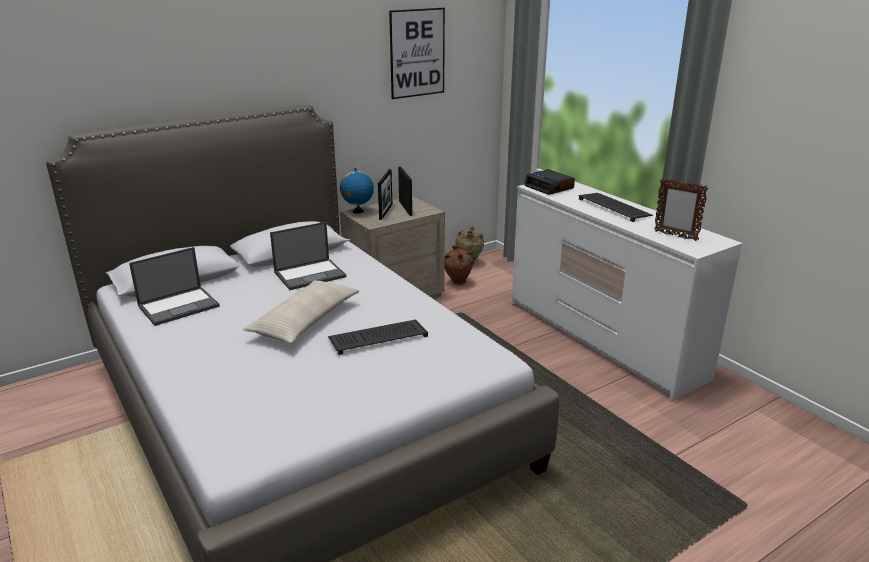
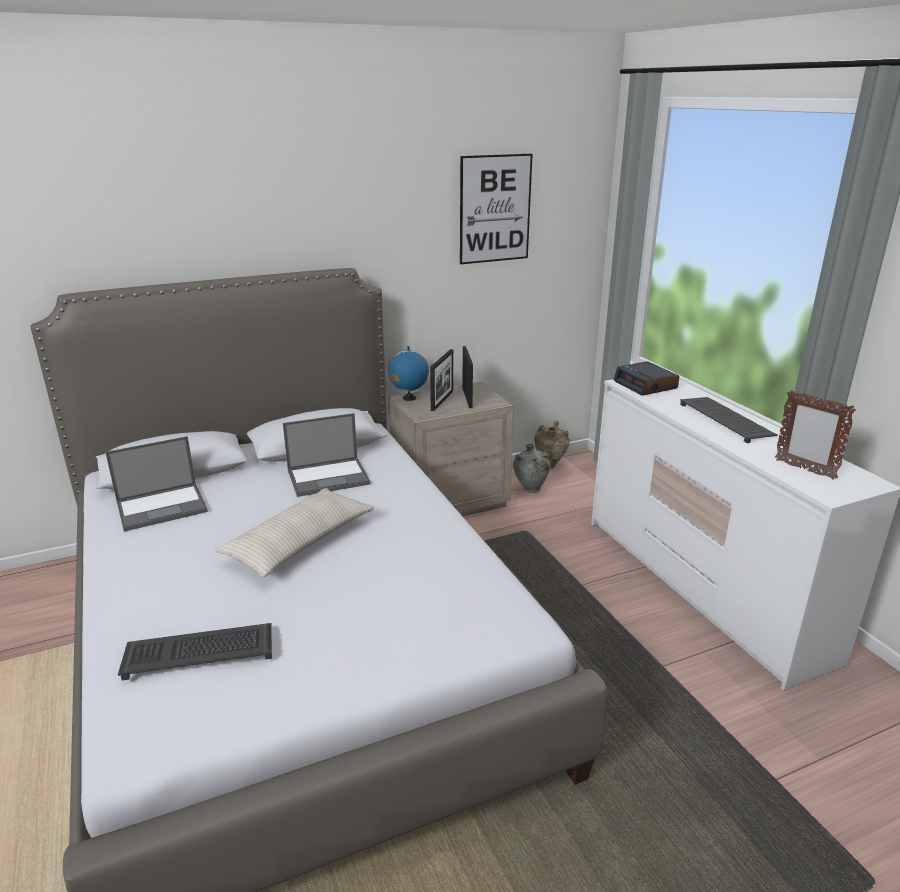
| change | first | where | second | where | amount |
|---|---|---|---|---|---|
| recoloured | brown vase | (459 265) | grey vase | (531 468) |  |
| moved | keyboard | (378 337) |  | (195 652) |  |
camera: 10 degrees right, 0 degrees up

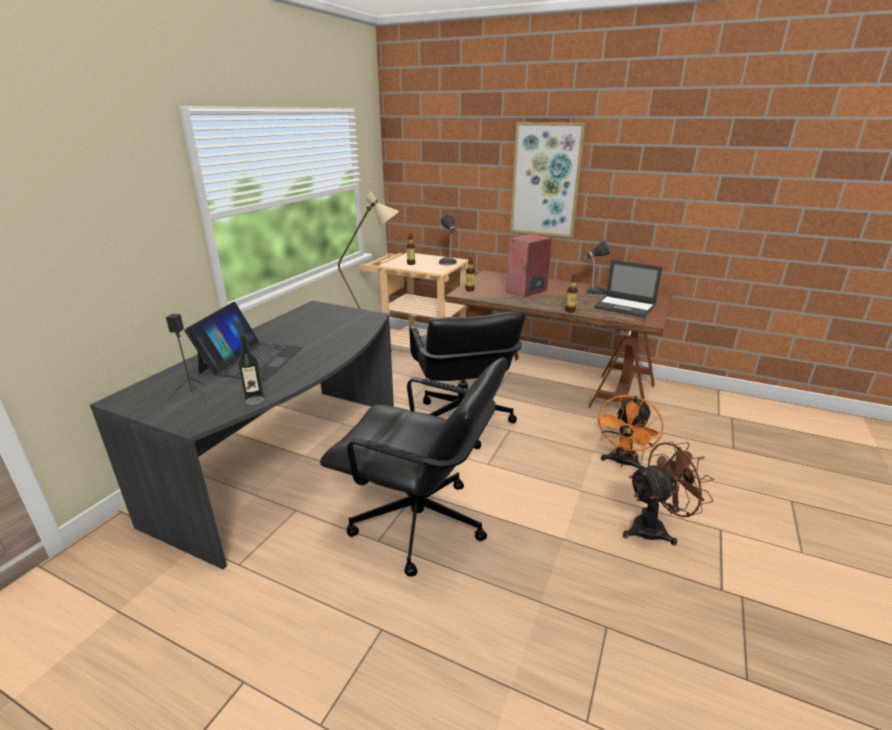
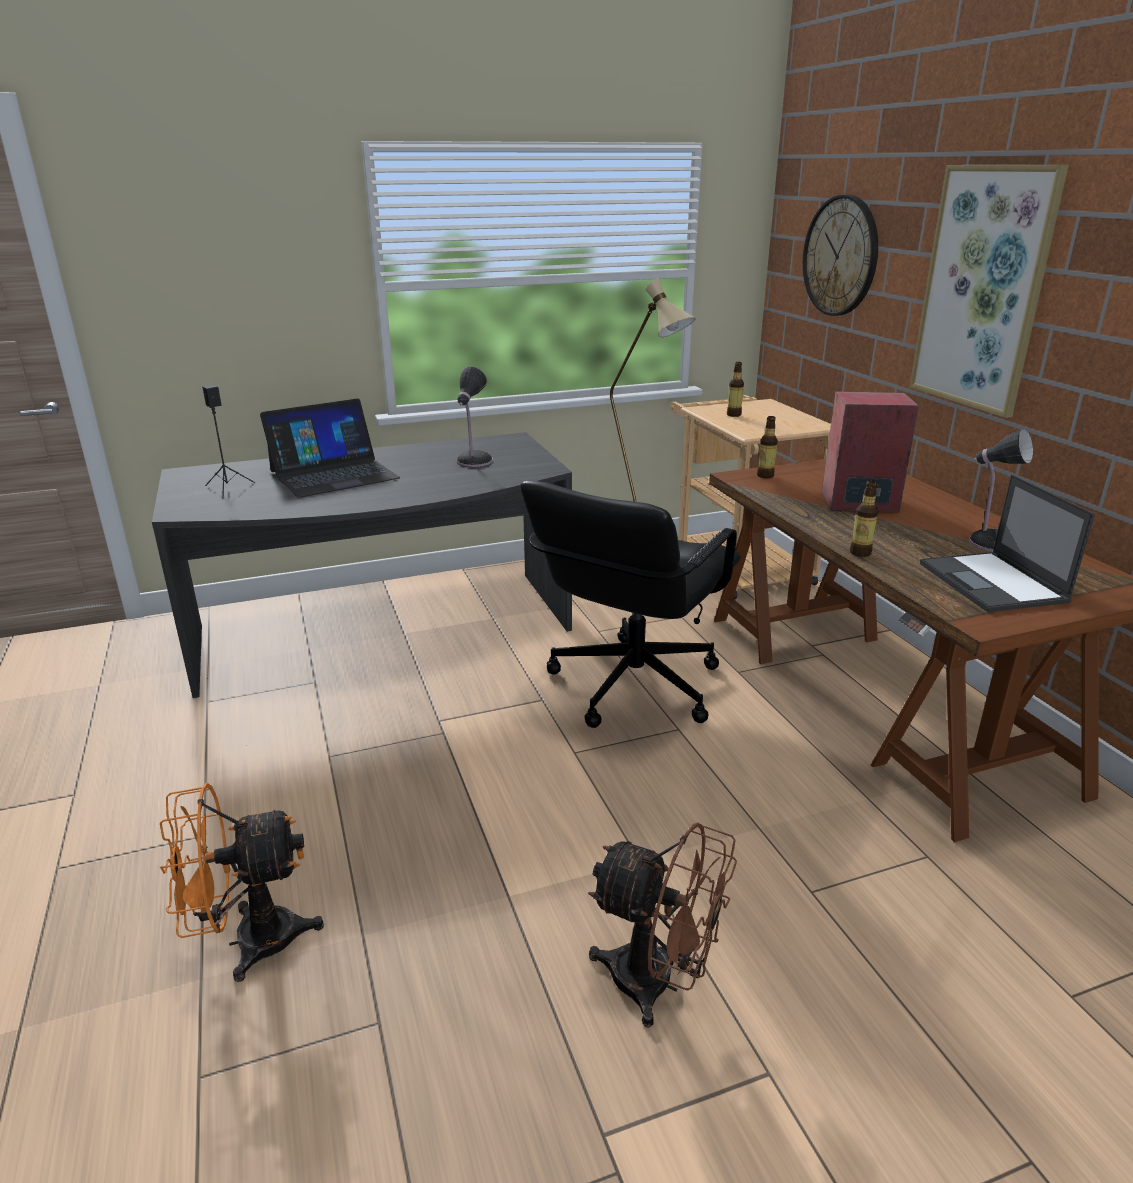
| change | first | where | second | where | amount |
|---|---|---|---|---|---|
| moved | table lamp | (448 239) |  | (475 416) |  |
| removed | bottle | (251 370) |  |  |  |
| removed | black office chair | (413 467) |  |  |  |
| moved | orange fan | (629 431) |  | (242 882) |  |
| added |  |  | wall clock | (840 255) |  |
camera: 45 degrees right, 0 degrees up

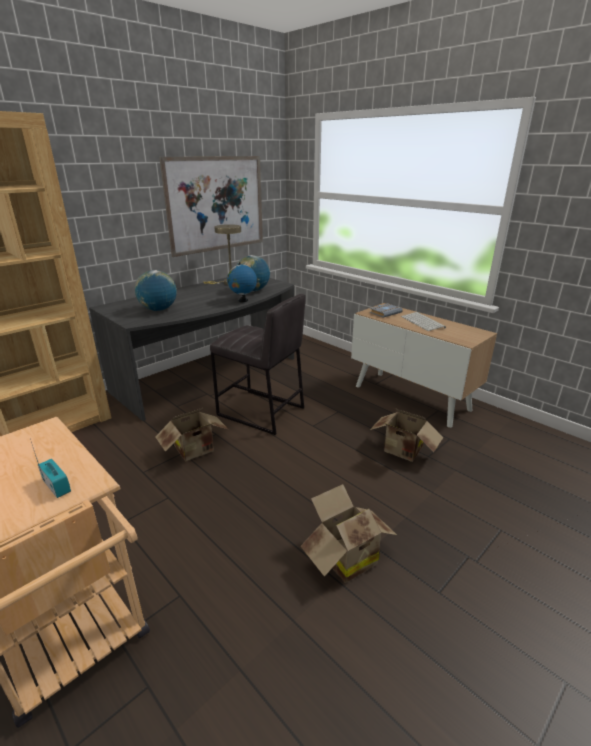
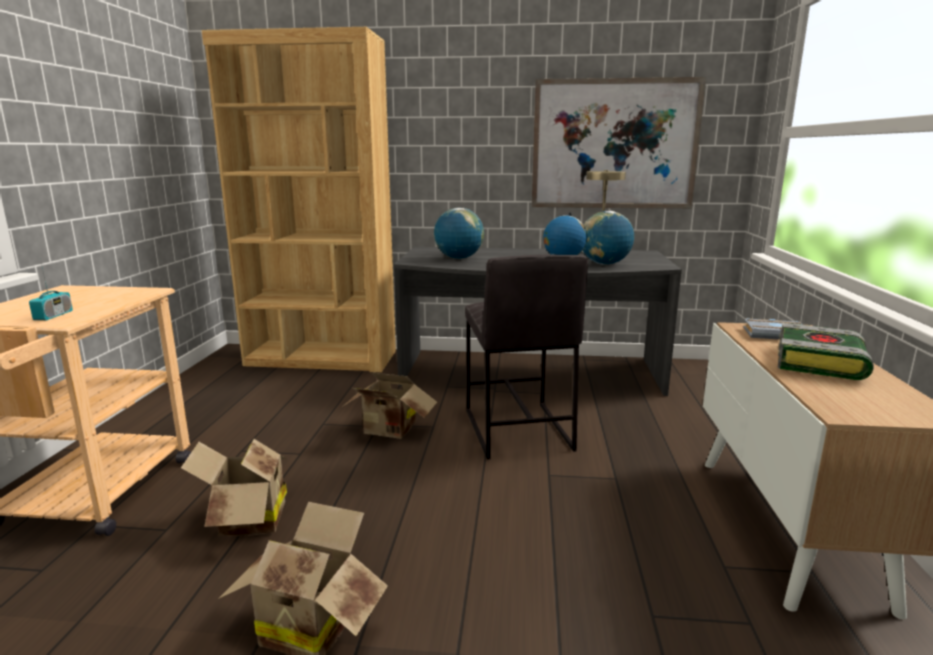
| change | first | where | second | where | amount |
|---|---|---|---|---|---|
| replaced | keyboard | (423 321) | book | (826 351) |  |
| moved | cardboard box | (407 435) |  | (234 487) |  |
camera: 50 degrees right, 10 degrees down

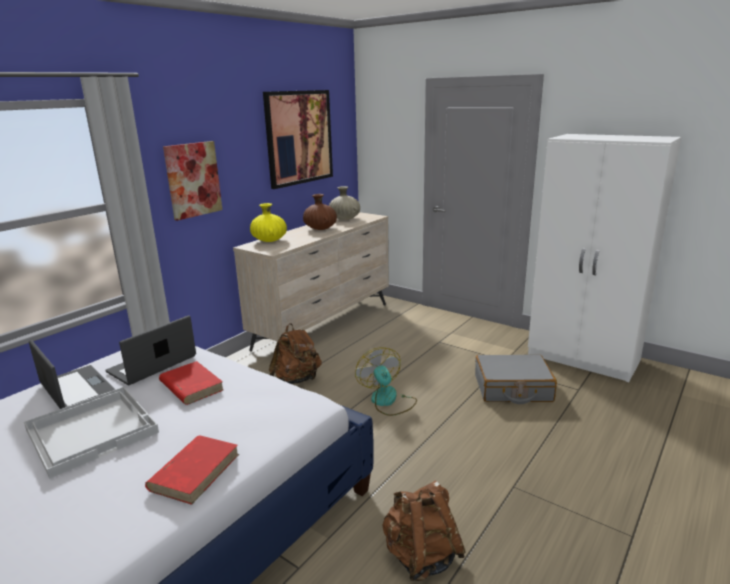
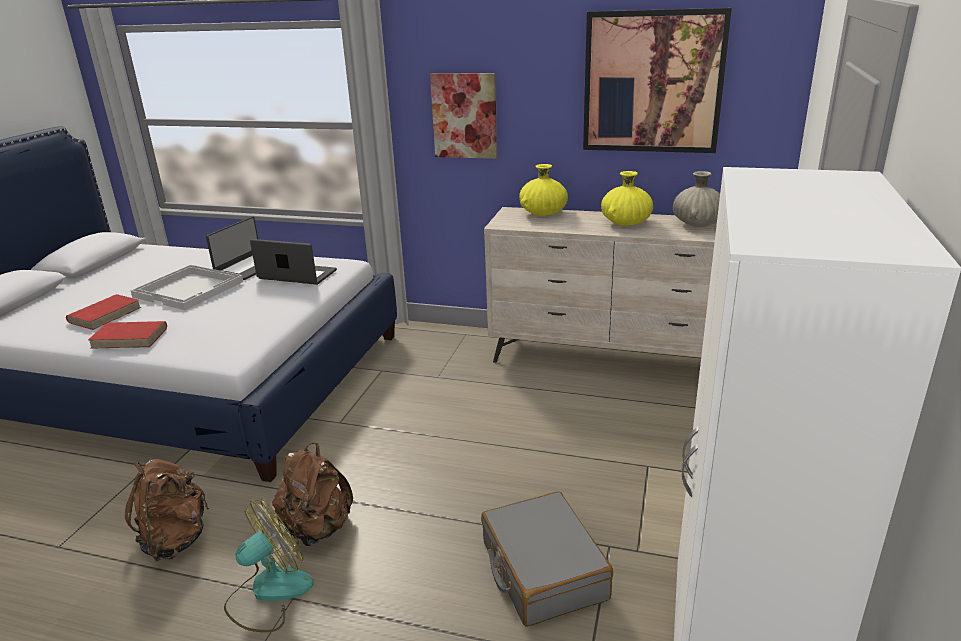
| change | first | where | second | where | amount |
|---|---|---|---|---|---|
| recoloured | brown vase | (320 212) | yellow vase | (627 198) |  |
| moved | brown backpack | (295 353) |  | (312 494) |  |
| moved | fan | (386 381) |  | (269 565) |  |
| moved | red book | (191 383) |  | (103 312) |  |
camera: 70 degrees right, 5 degrees up

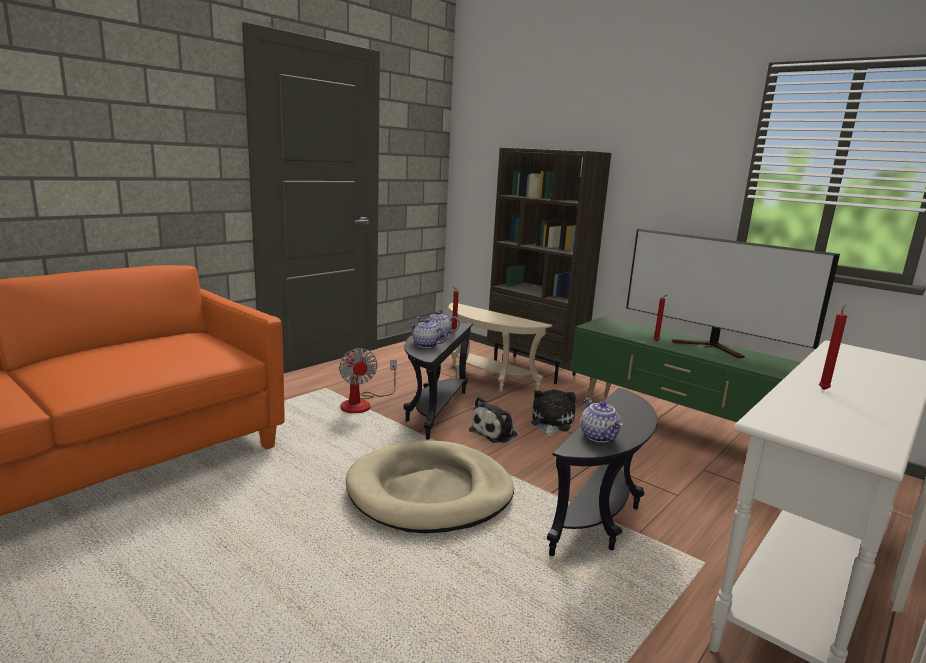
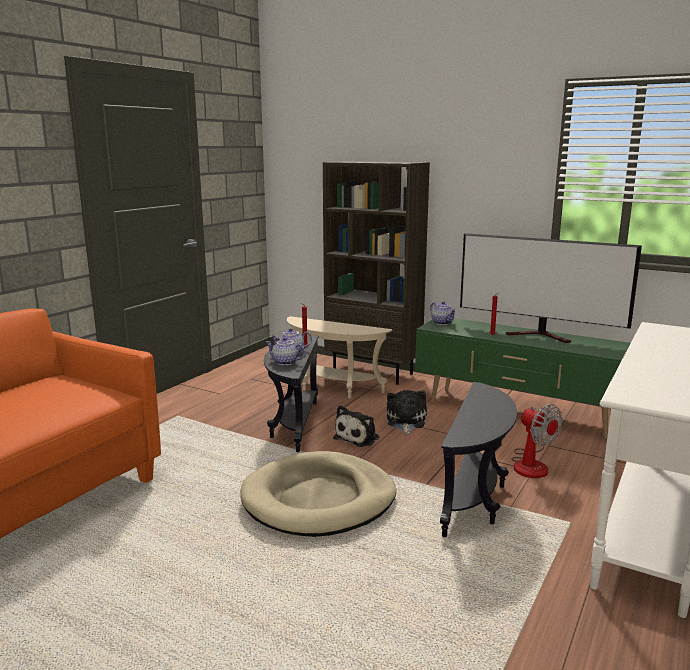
| change | first | where | second | where | amount |
|---|---|---|---|---|---|
| removed | red candle | (833 347) |  |  |  |
| moved | fan | (368 380) |  | (537 441) |  |
| moved | teapot | (602 420) |  | (443 313) |  |
camera: 10 degrees left, 0 degrees up

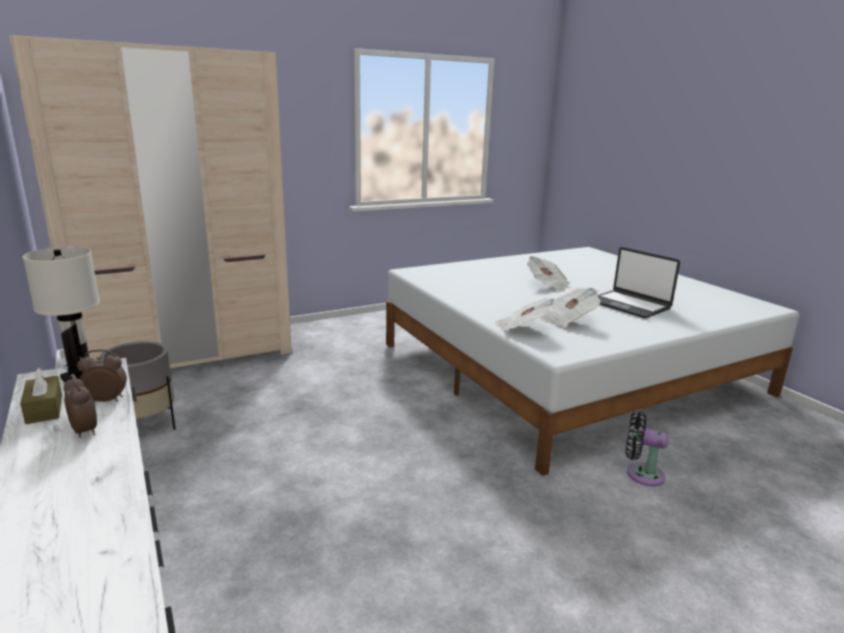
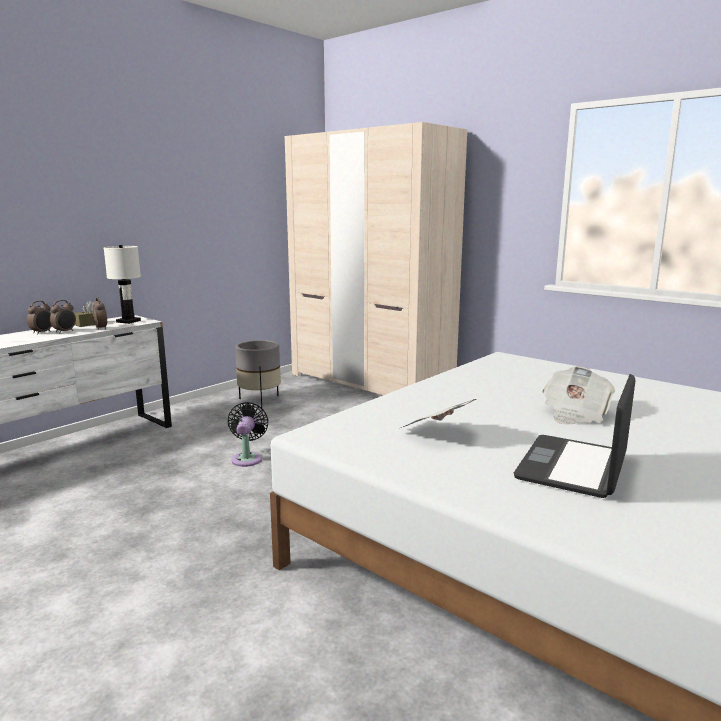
| change | first | where | second | where | amount |
|---|---|---|---|---|---|
| removed | newspaper | (526 314) |  |  |  |
| moved | black fan | (647 448) |  | (248 434) |  |
| added |  |  | alarm clock | (39 318) |  |
camera: 70 degrees right, 5 degrees down

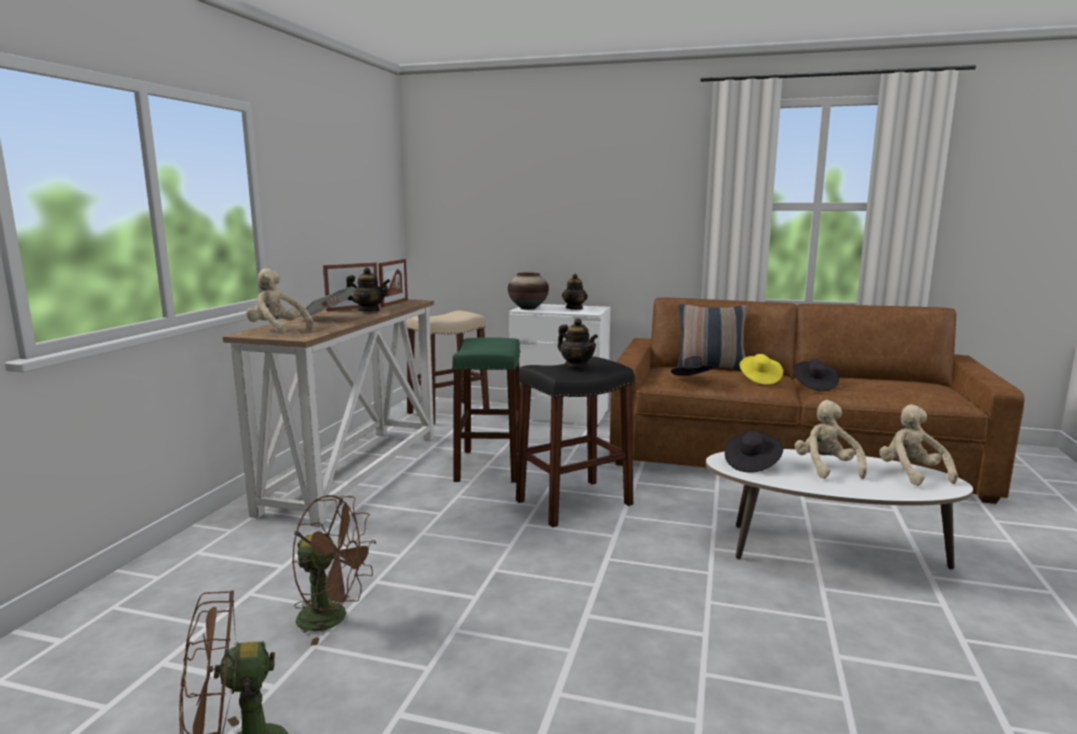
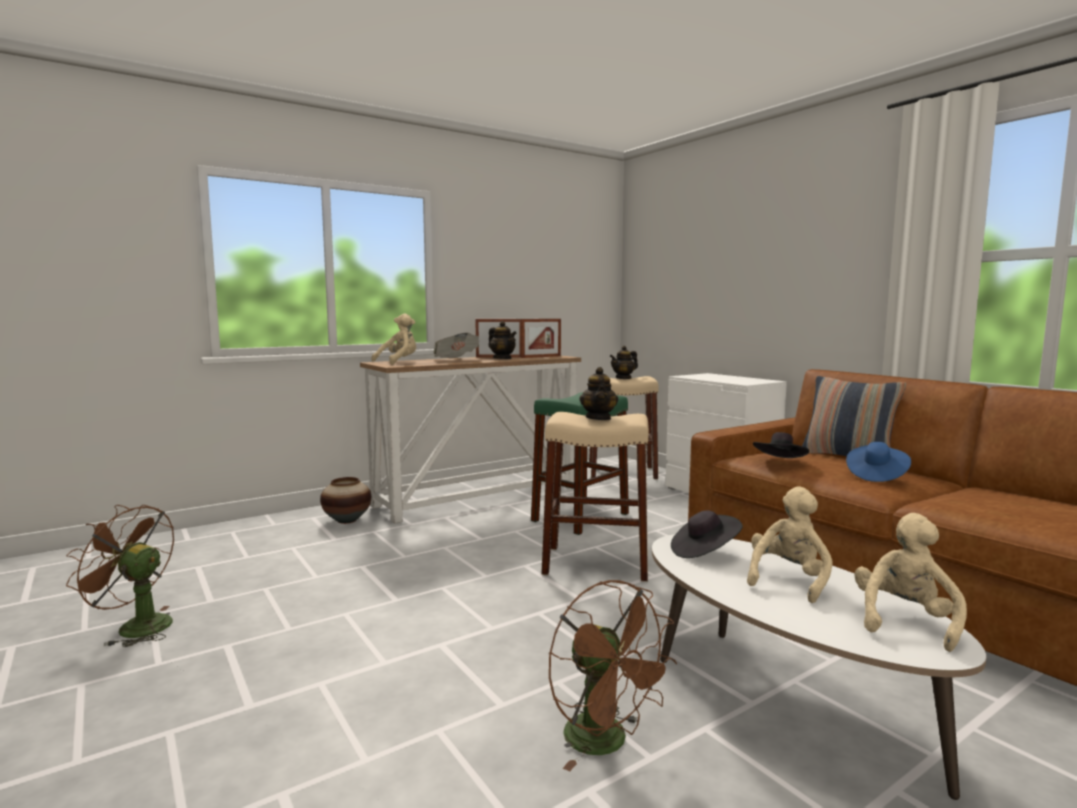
| change | first | where | second | where | amount |
|---|---|---|---|---|---|
| turned | beige plush toy | (280 301) |  | (393 339) | 60 degrees clockwise |
| moved | vase | (528 291) |  | (345 500) |  |
| moved | teapot | (575 292) |  | (624 362) |  |
| recoloured | yellow hat | (761 369) | blue hat | (878 462) |  |
| recoloured | black stool | (575 441) | beige stool | (595 497) |  |
| removed | black hat | (816 375) |  |  |  |
| moved | brown fan | (334 570) |  | (613 675) |  |
camera: 40 degrees right, 5 degrees down

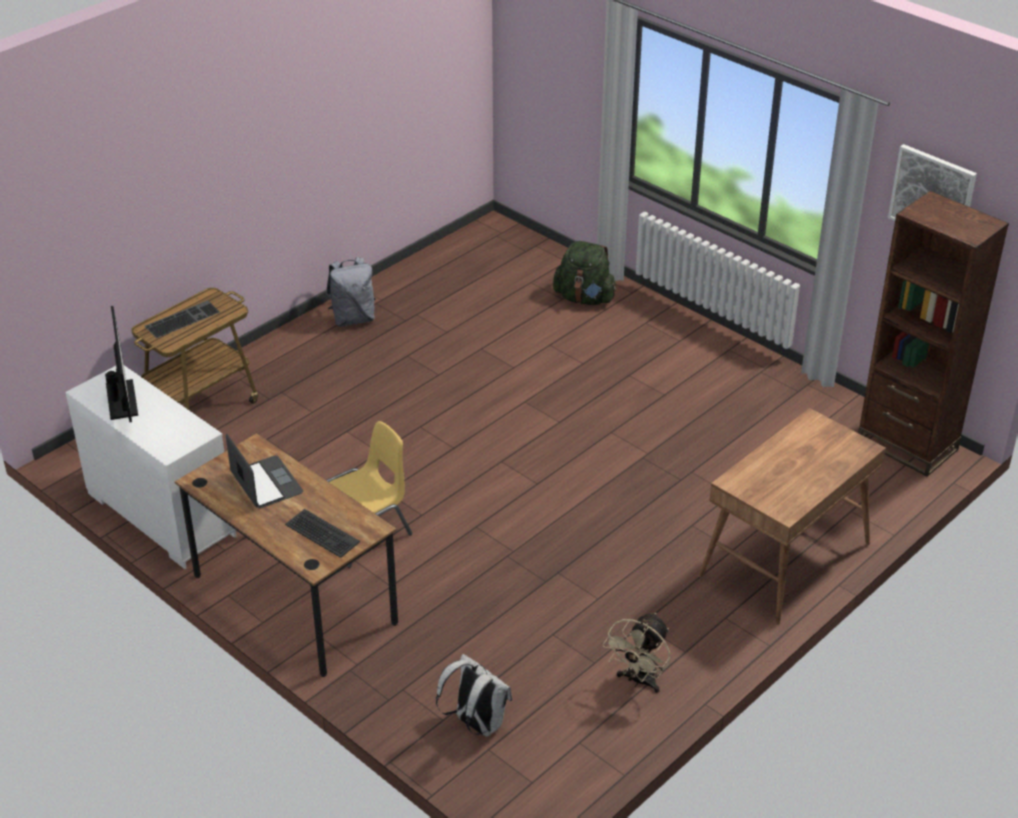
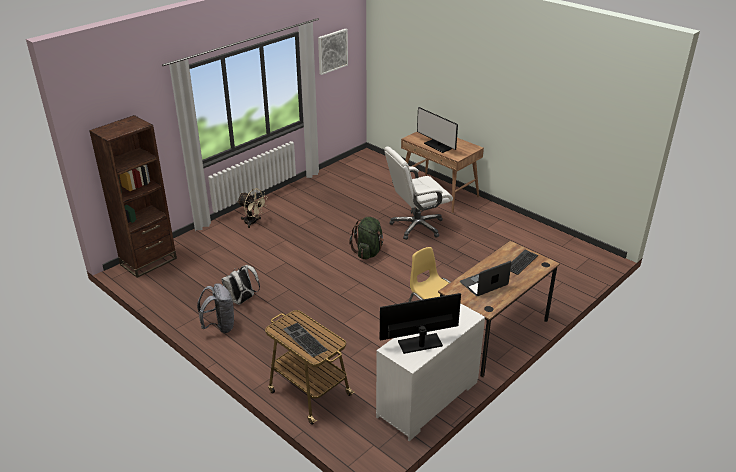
| change | first | where | second | where | amount |
|---|---|---|---|---|---|
| moved | brown bookcase | (933 334) |  | (133 196) |  |
| moved | green backpack | (585 273) |  | (366 238) |  |
| moved | beige fan | (636 653) |  | (252 208) |  |
| moved | white backpack | (474 695) |  | (240 285) |  |
| added |  |  | monitor | (437 130) |  |
| added |  |  | white office chair | (418 193) |  |
camera: 90 degrees left, 5 degrees down

